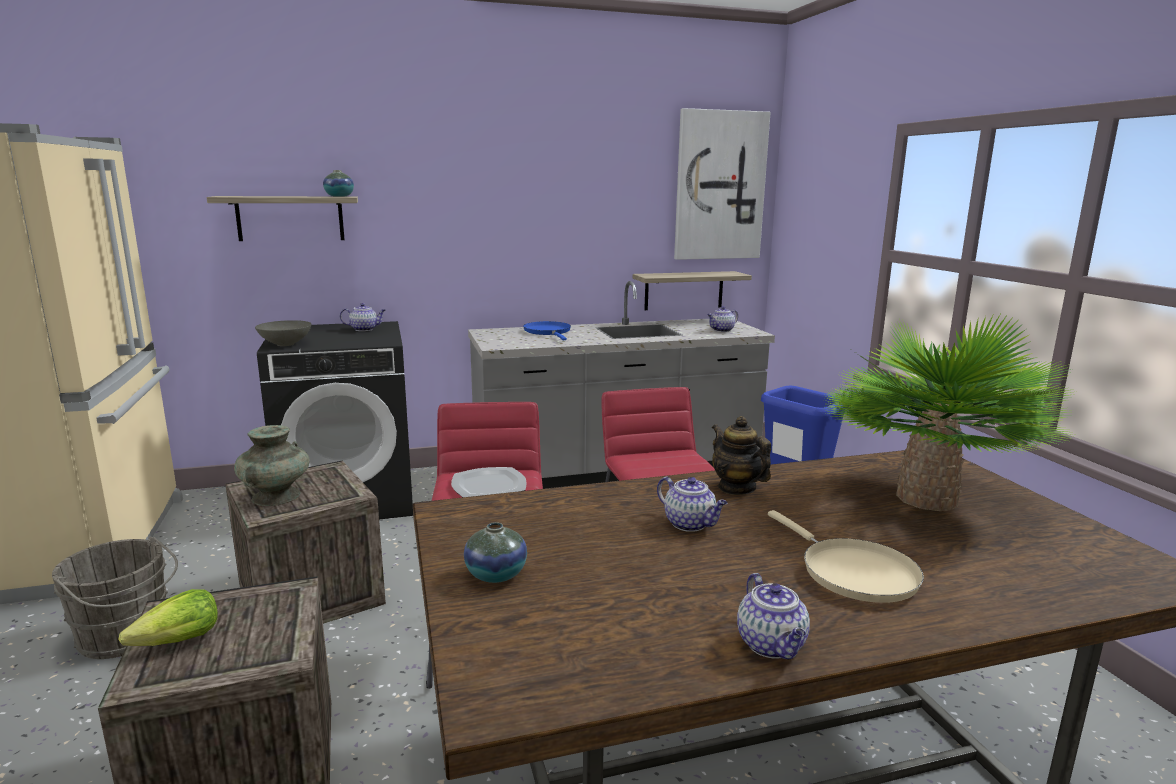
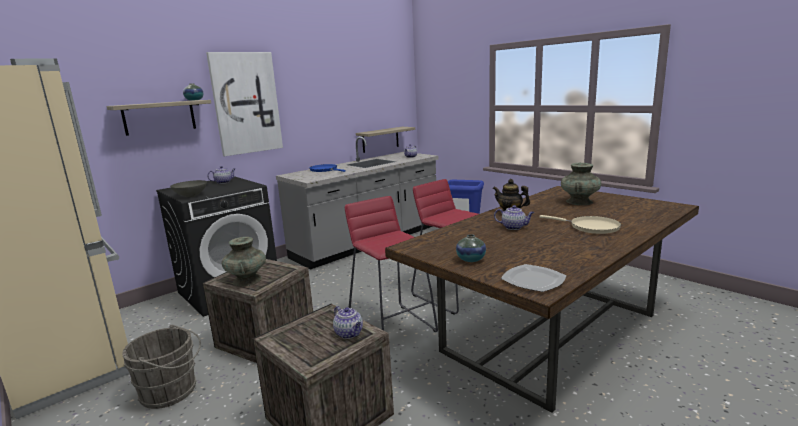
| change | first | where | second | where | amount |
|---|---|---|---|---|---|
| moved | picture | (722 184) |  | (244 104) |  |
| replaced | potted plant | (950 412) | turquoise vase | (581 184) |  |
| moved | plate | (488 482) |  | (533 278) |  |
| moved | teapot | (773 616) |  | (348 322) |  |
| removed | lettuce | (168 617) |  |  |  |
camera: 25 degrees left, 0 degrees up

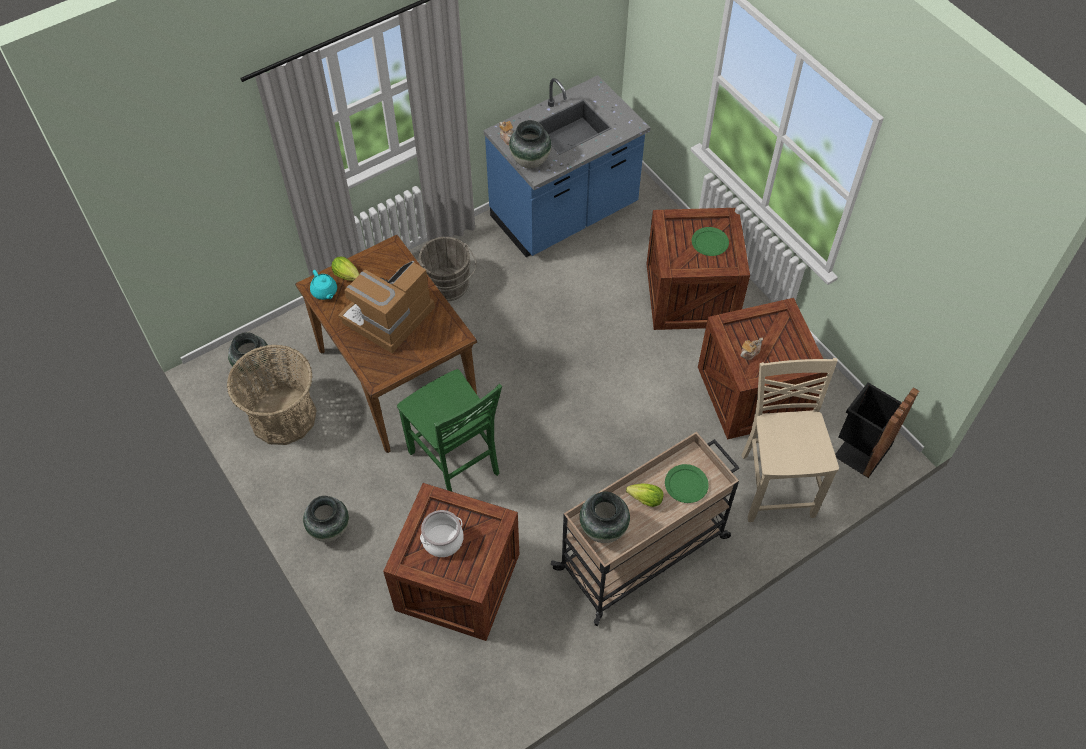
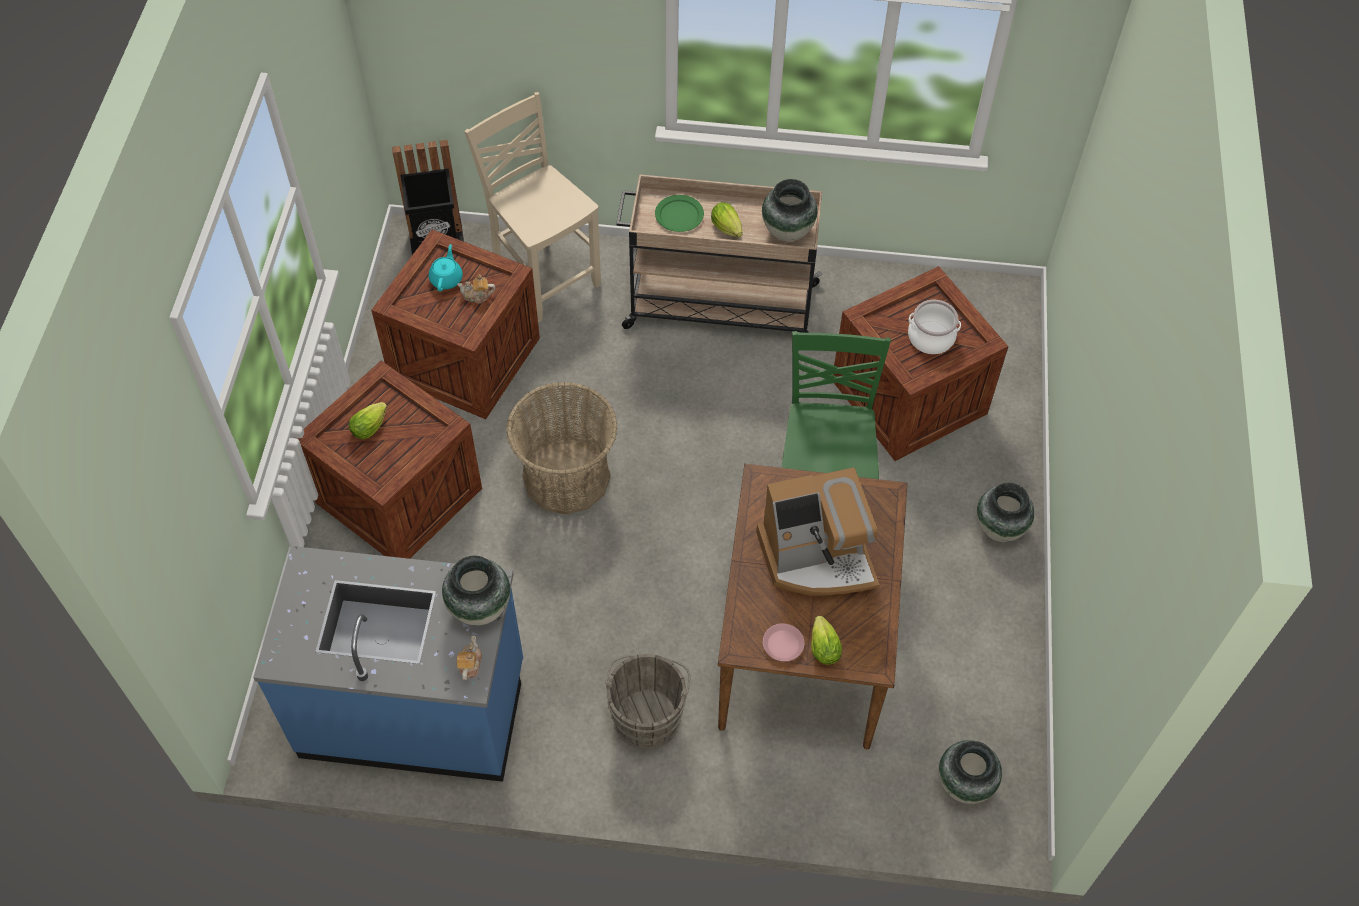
| change | first | where | second | where | amount |
|---|---|---|---|---|---|
| replaced | green plate | (710 241) | lettuce | (368 421) |  |
| moved | turquoise teapot | (323 285) |  | (446 268) |  |
| moved | basket | (272 394) |  | (562 448) |  |
| turned | beige chair | (790 440) |  | (532 207) | 105 degrees clockwise |
| added |  |  | pink plate | (783 642) |  |
camera: 140 degrees left, 0 degrees up

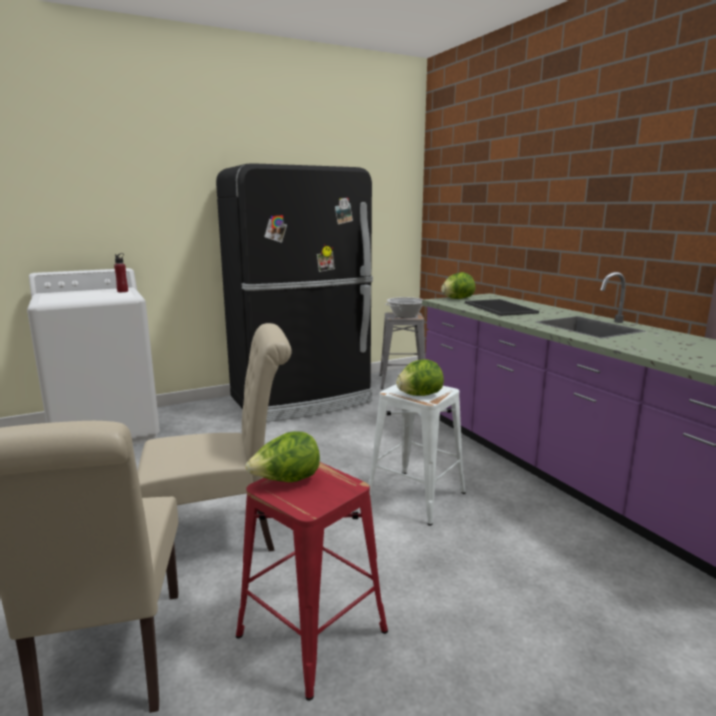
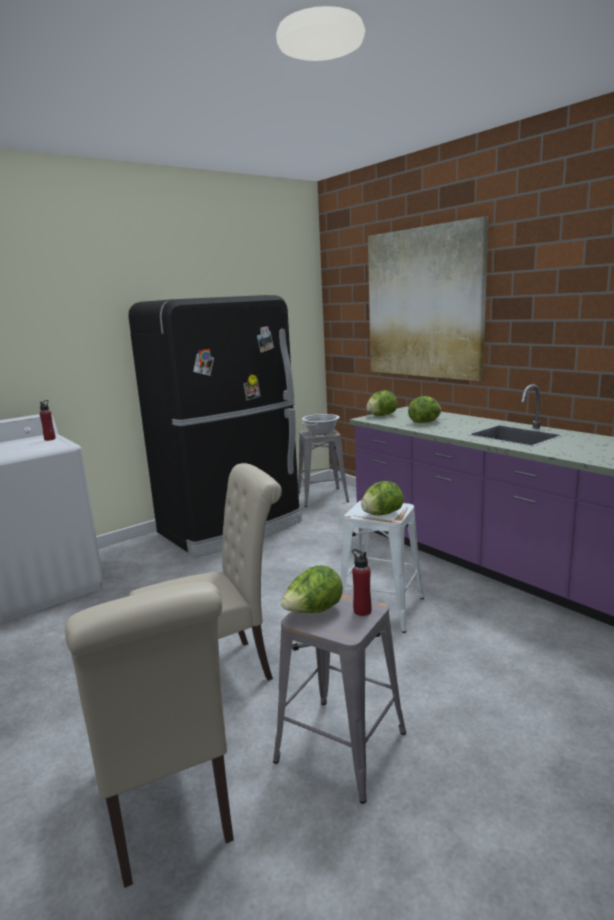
| change | first | where | second | where | amount |
|---|---|---|---|---|---|
| replaced | tray | (502 307) | lettuce | (424 409) |  |
| recoloured | red stool | (312 581) | grey stool | (339 698) |  |
| added |  |  | picture | (428 298) |  |
| added |  |  | red bottle | (361 582) |  |
camera: 10 degrees left, 0 degrees up

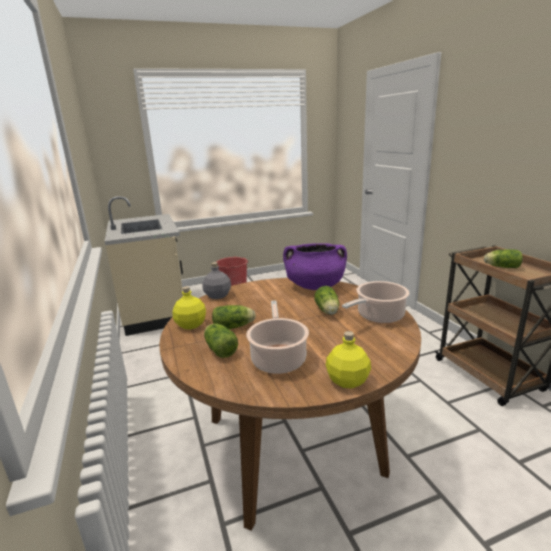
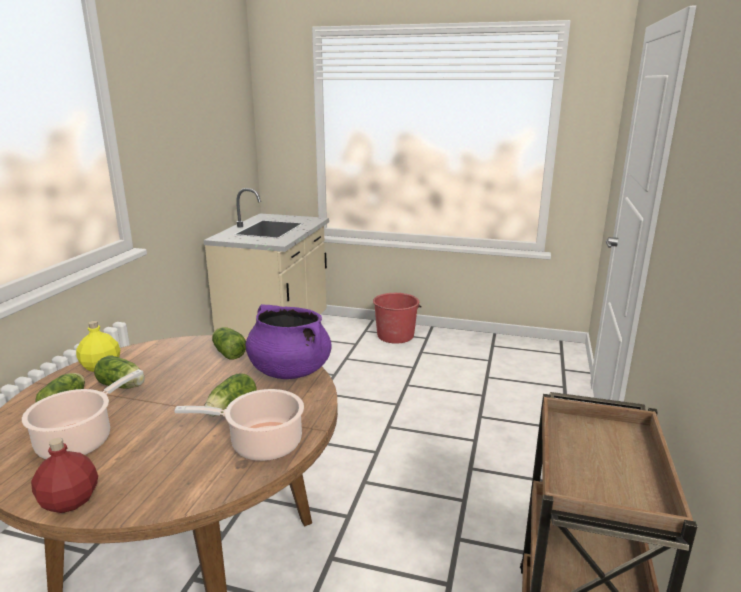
| change | first | where | second | where | amount |
|---|---|---|---|---|---|
| moved | lettuce | (503 258) |  | (229 343) |  |
| removed | grey bottle | (216 280) |  |  |  |
| recoloured | yellow bottle | (348 360) | red bottle | (64 475) |  |
camera: 35 degrees right, 0 degrees up

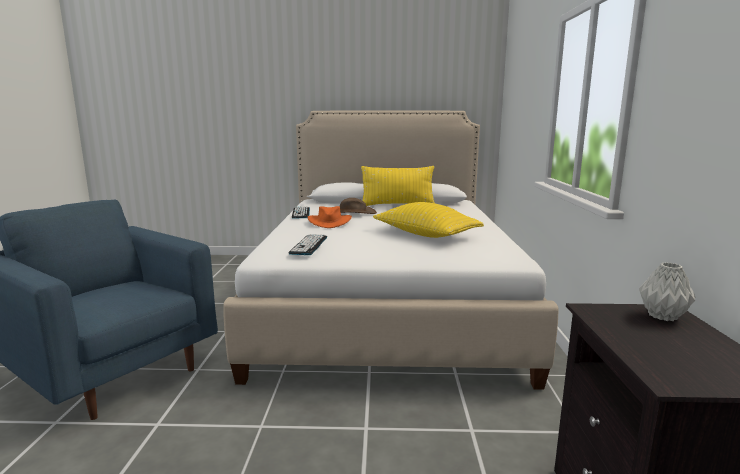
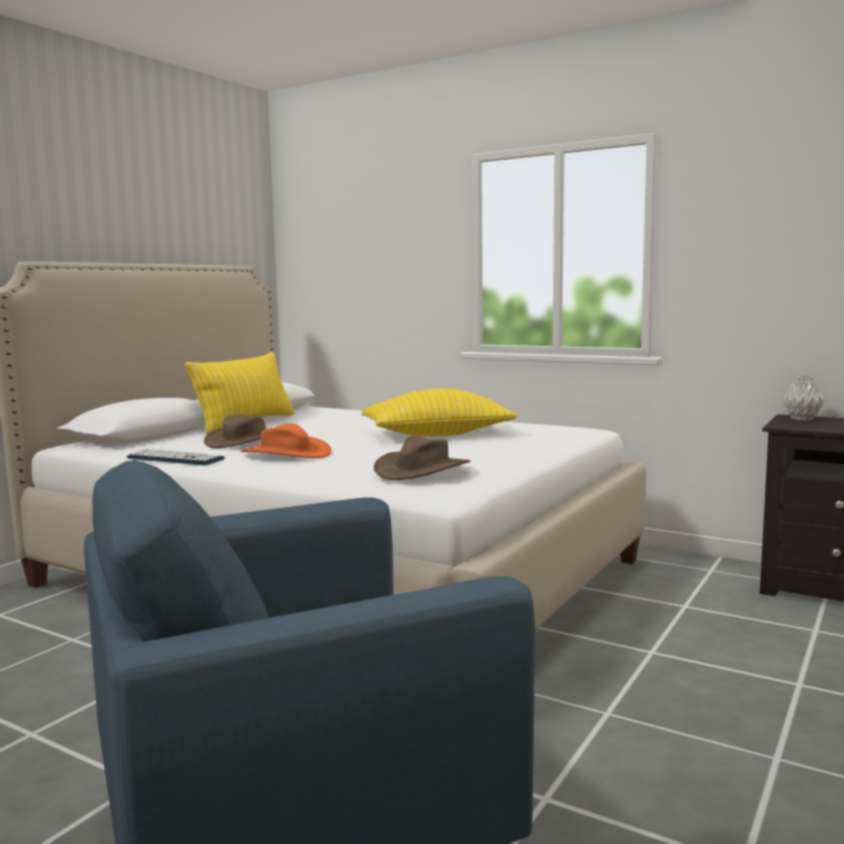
| change | first | where | second | where | amount |
|---|---|---|---|---|---|
| replaced | keyboard | (308 244) | brown hat | (422 458) |  |
camera: 60 degrees left, 5 degrees down

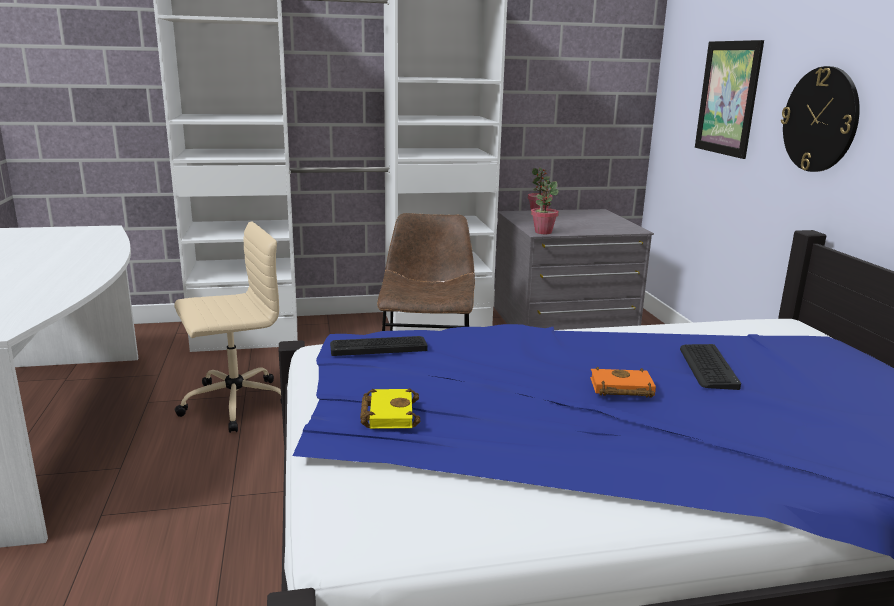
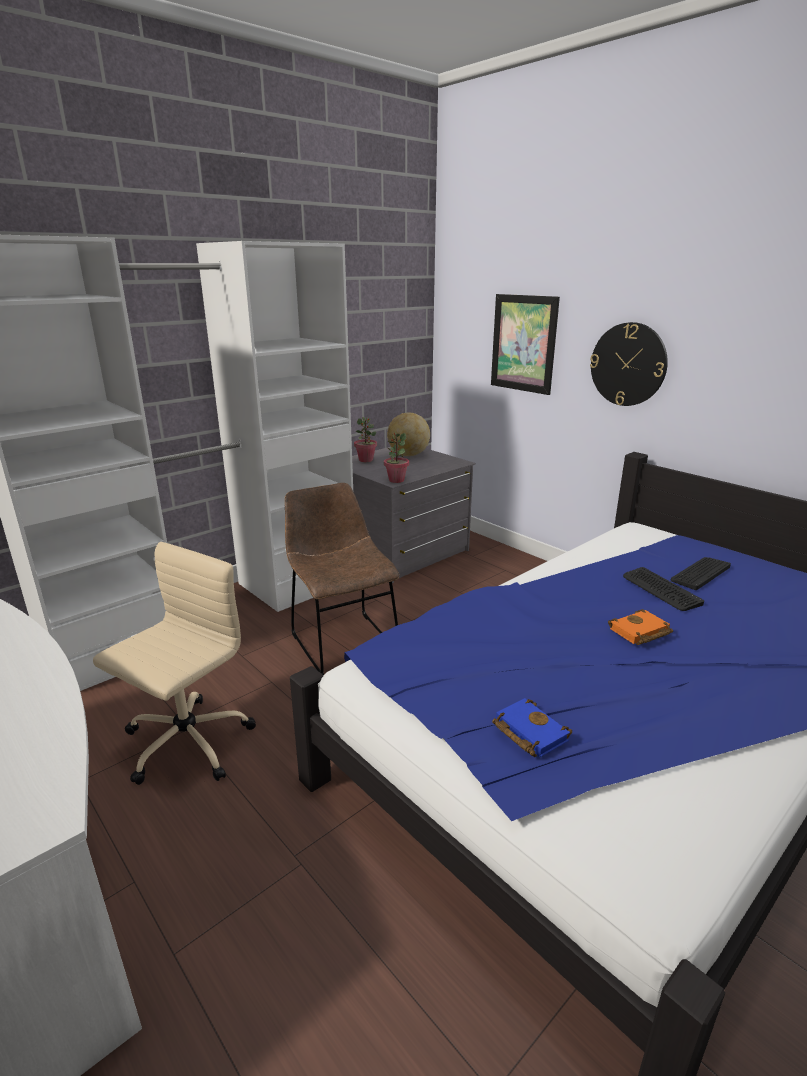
| change | first | where | second | where | amount |
|---|---|---|---|---|---|
| moved | keyboard | (379 346) |  | (700 573) |  |
| recoloured | yellow book | (390 409) | blue book | (532 727) |  |
| added |  |  | globe | (408 434) |  |
camera: 30 degrees left, 5 degrees up

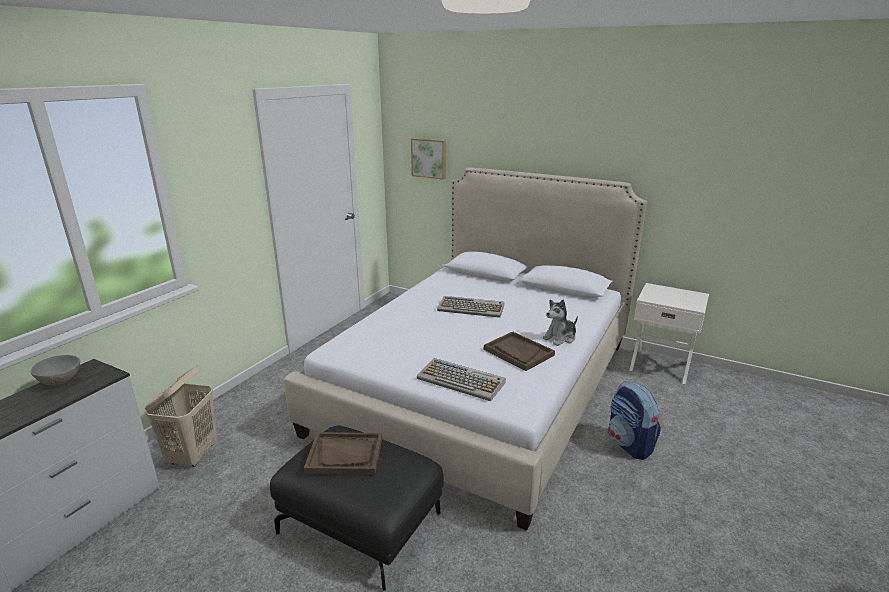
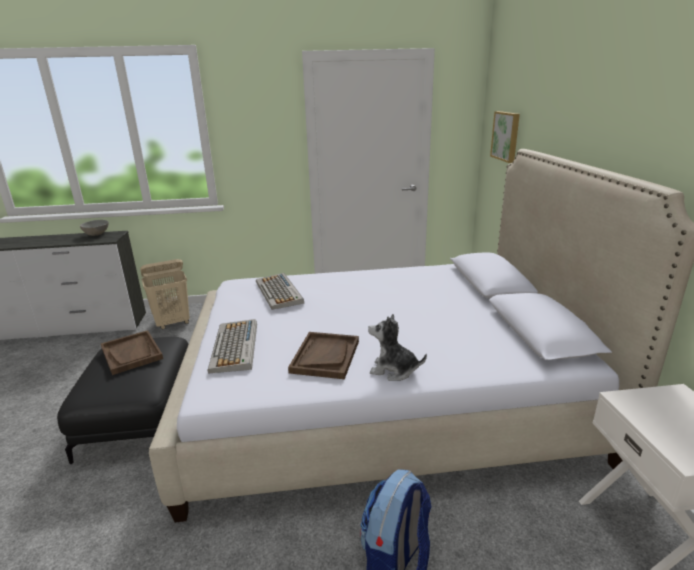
| change | first | where | second | where | amount |
|---|---|---|---|---|---|
| moved | keyboard | (470 307) |  | (280 291) |  |
camera: 55 degrees right, 0 degrees up

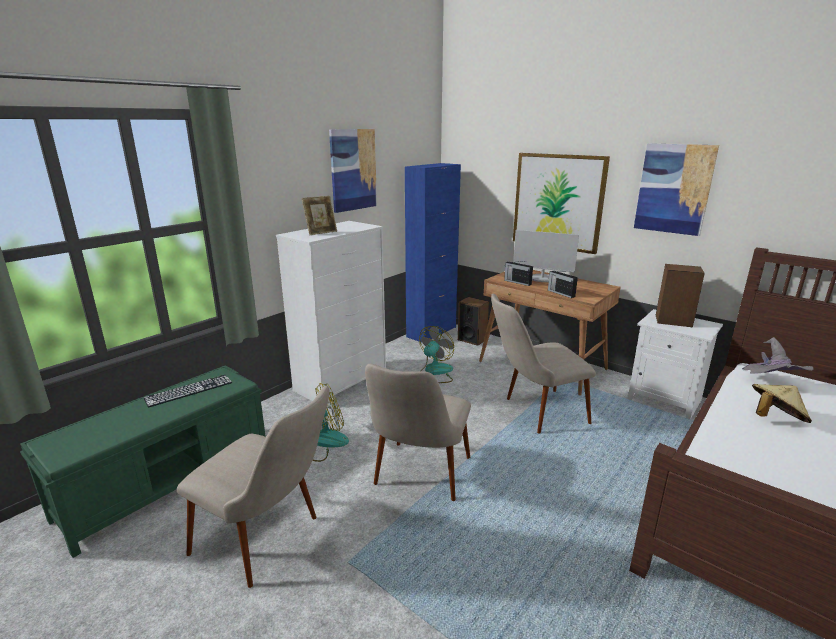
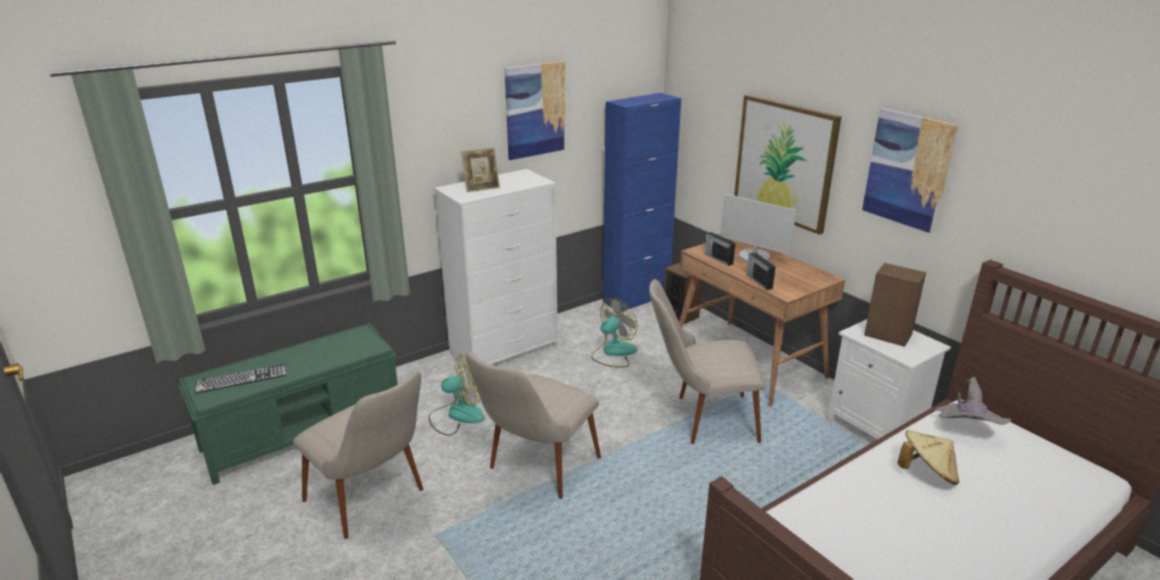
| change | first | where | second | where | amount |
|---|---|---|---|---|---|
| moved | keyboard | (187 391) |  | (240 379) |  |
camera: 15 degrees right, 5 degrees up

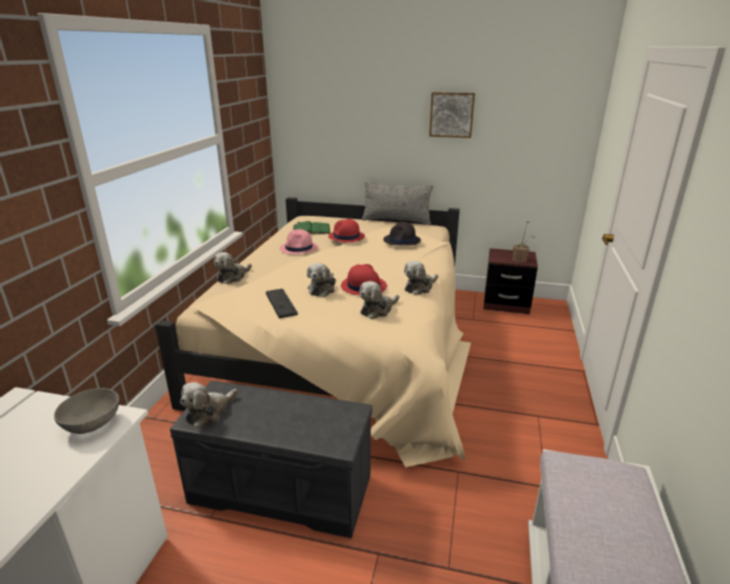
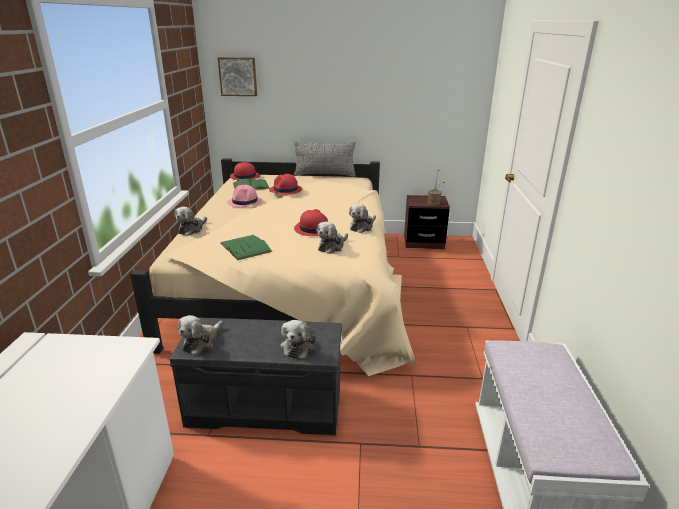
| change | first | where | second | where | amount |
|---|---|---|---|---|---|
| moved | picture | (452 115) |  | (237 76) |  |
| removed | black hat | (402 234) |  |  |  |
| moved | plush toy | (321 280) |  | (298 339) |  |
| replaced | keyboard | (282 303) | green book | (246 248) |  |
| removed | grey bowl | (87 411) |  |  |  |
| added |  |  | red hat | (245 171) |  |
camera: 10 degrees left, 0 degrees up

